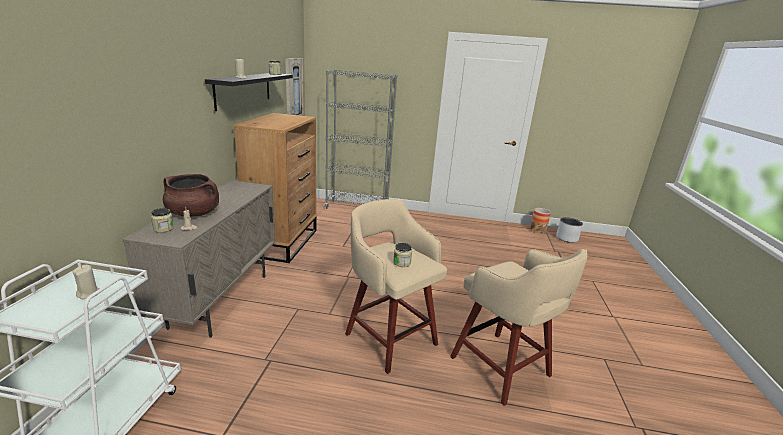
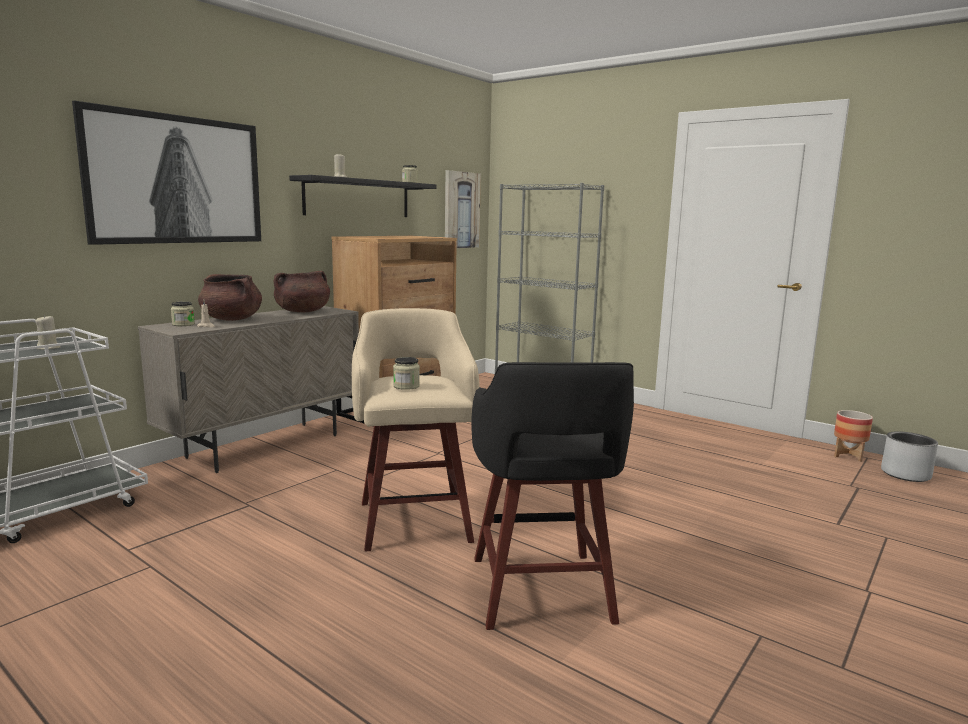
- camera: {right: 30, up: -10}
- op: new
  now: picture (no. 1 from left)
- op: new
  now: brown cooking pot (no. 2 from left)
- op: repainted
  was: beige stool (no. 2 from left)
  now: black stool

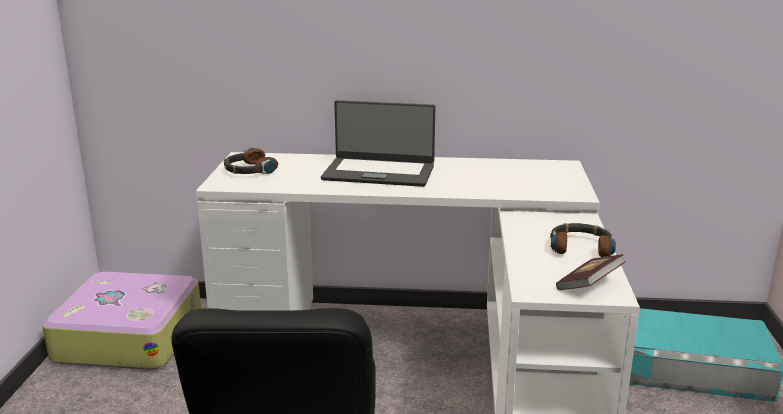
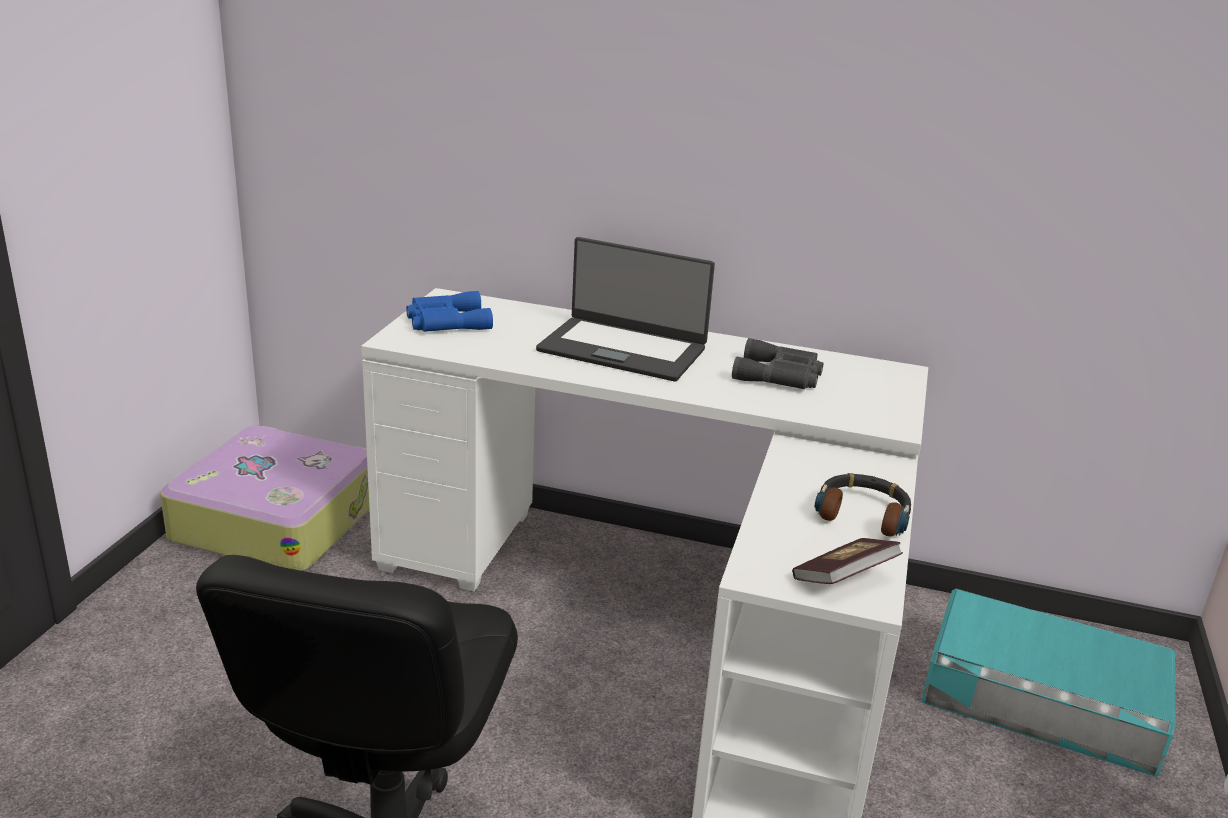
- camera: {right: 10, up: 5}
- op: swapped
  was: headphones (no. 1 from left)
  now: blue binoculars
- op: new
  now: grey binoculars

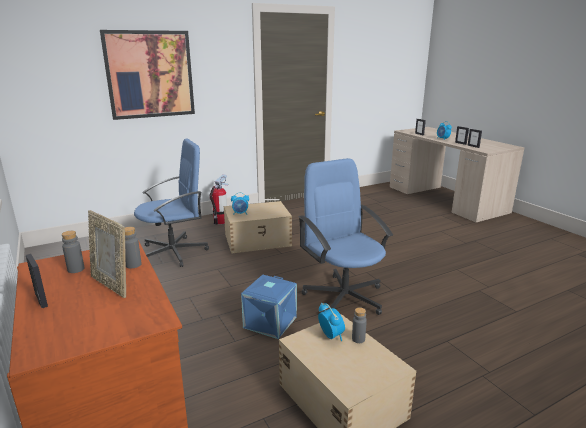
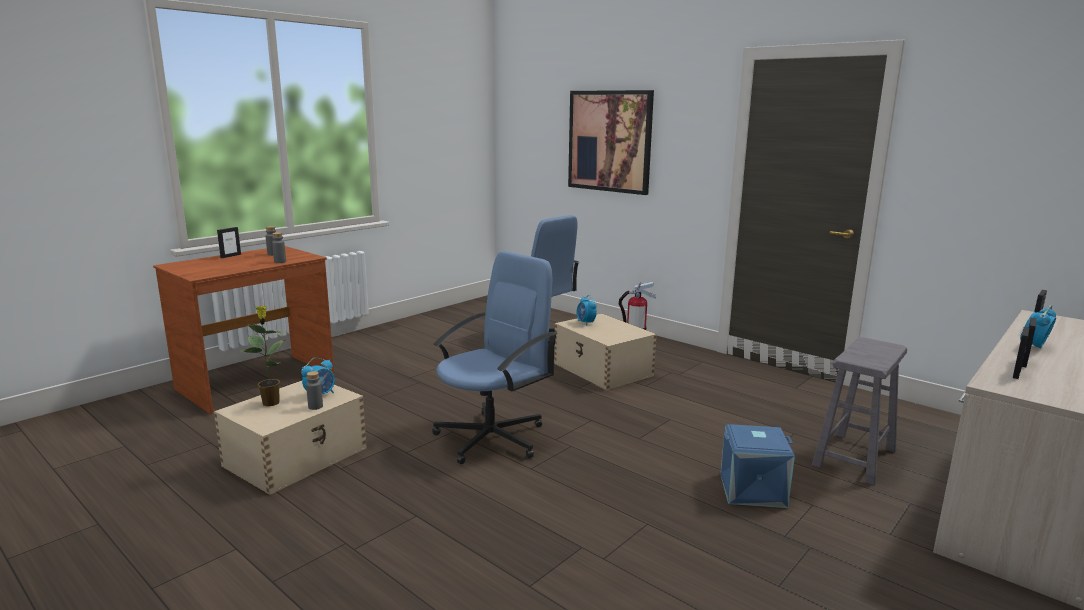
- camera: {right: 70, up: -5}
- op: new
  now: potted plant
- op: shifted
  was: blue storage box
- op: new
  now: grey stool
- op: gone
  was: picture frame (no. 2 from left)

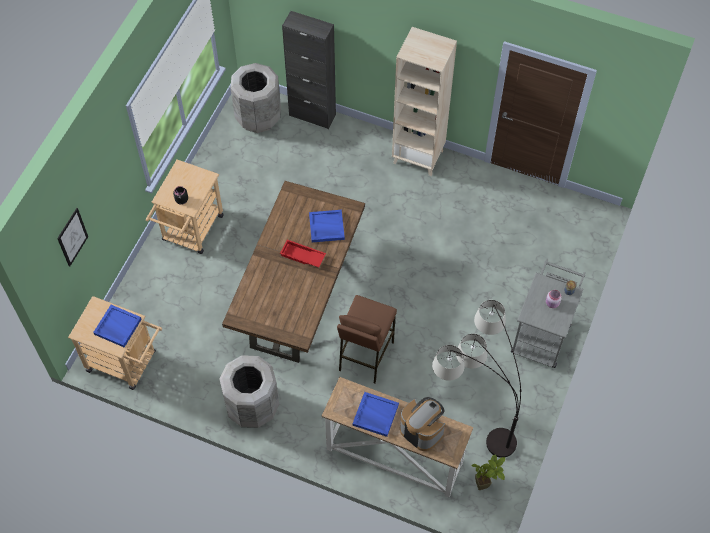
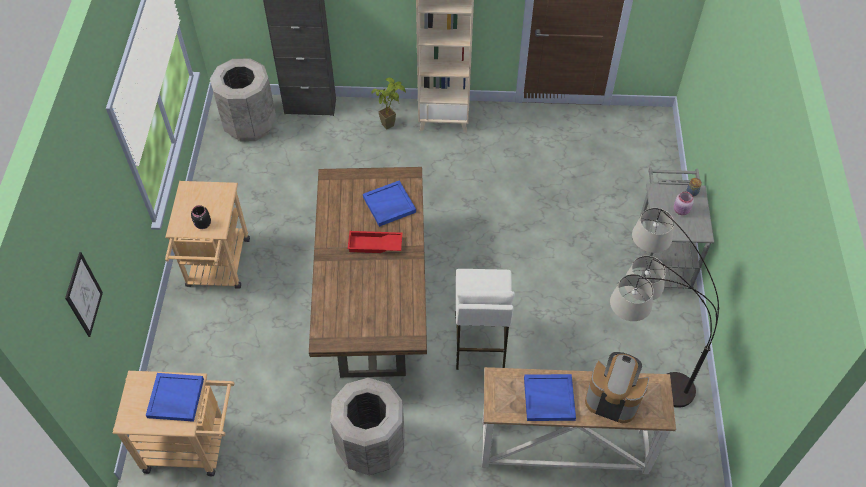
- camera: {right: -20, up: -5}
- op: shifted
  was: potted plant
- op: repainted
  was: brown stool
  now: white stool

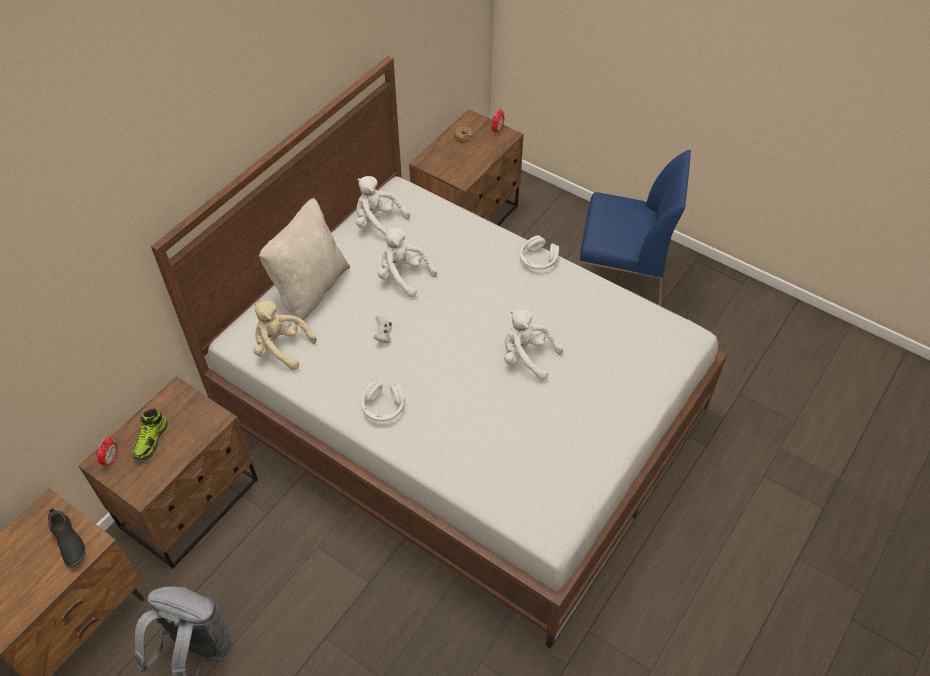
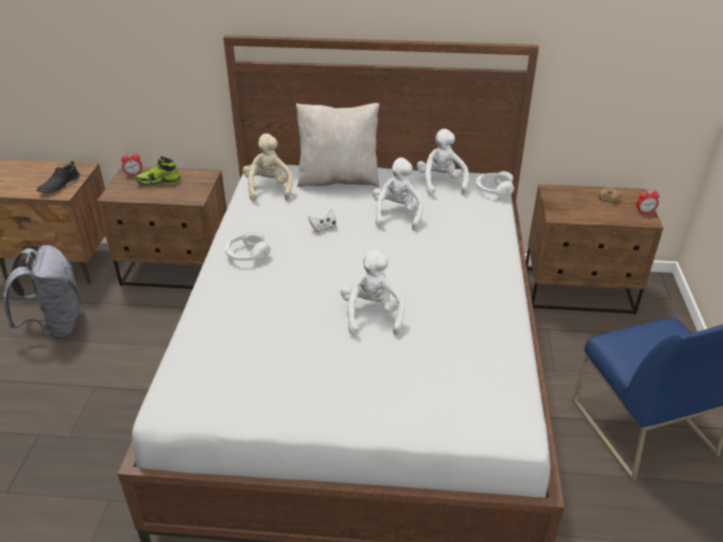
- camera: {right: 60, up: -15}
- op: shifted
  was: white headphones (no. 2 from left)

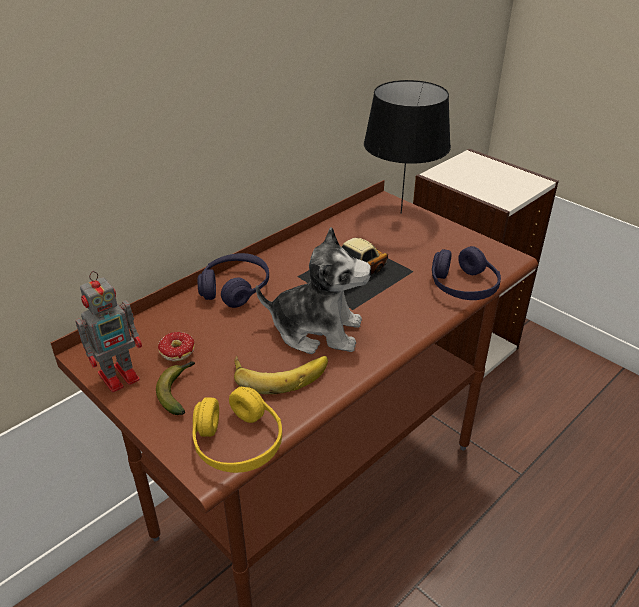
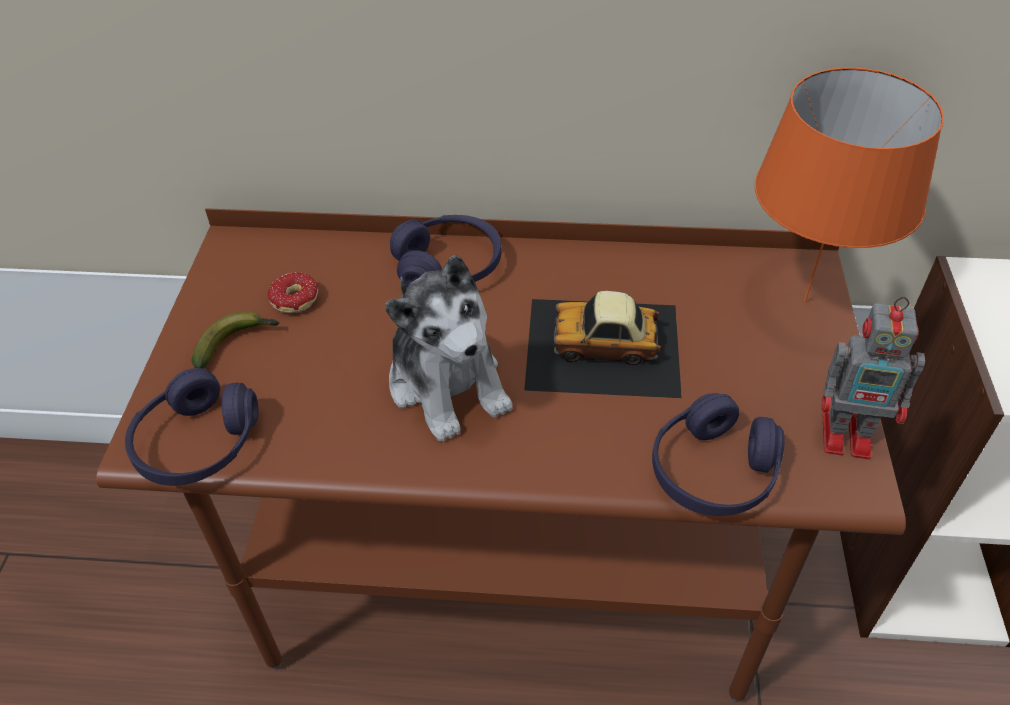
- camera: {right: 50, up: 10}
- op: repainted
  was: yellow headphones
  now: purple headphones (no. 1 from left)
- op: repainted
  was: black table lamp
  now: orange table lamp
- op: shifted
  was: toy robot
- op: gone
  was: banana (no. 2 from left)

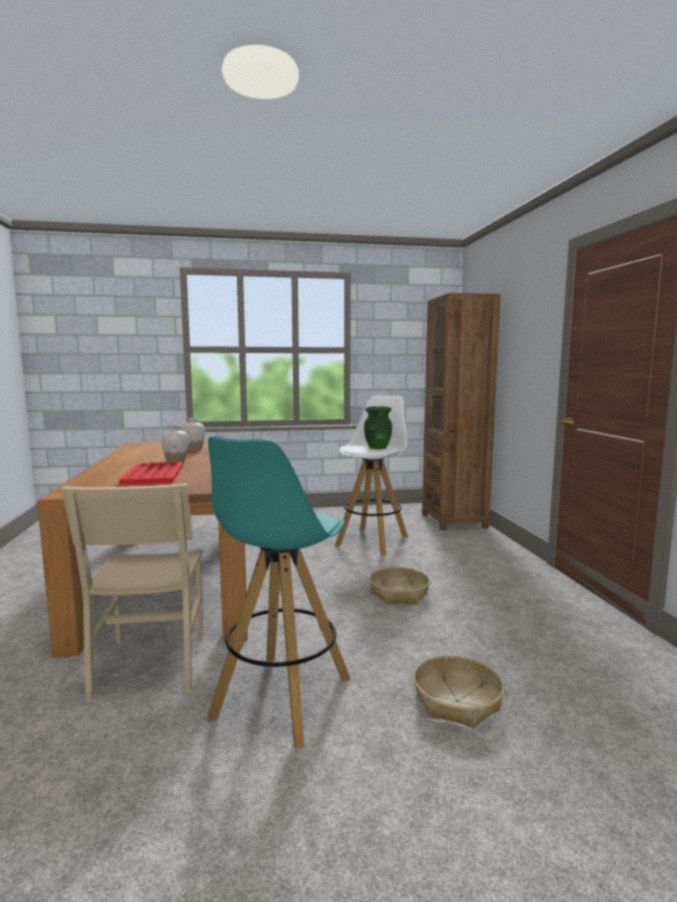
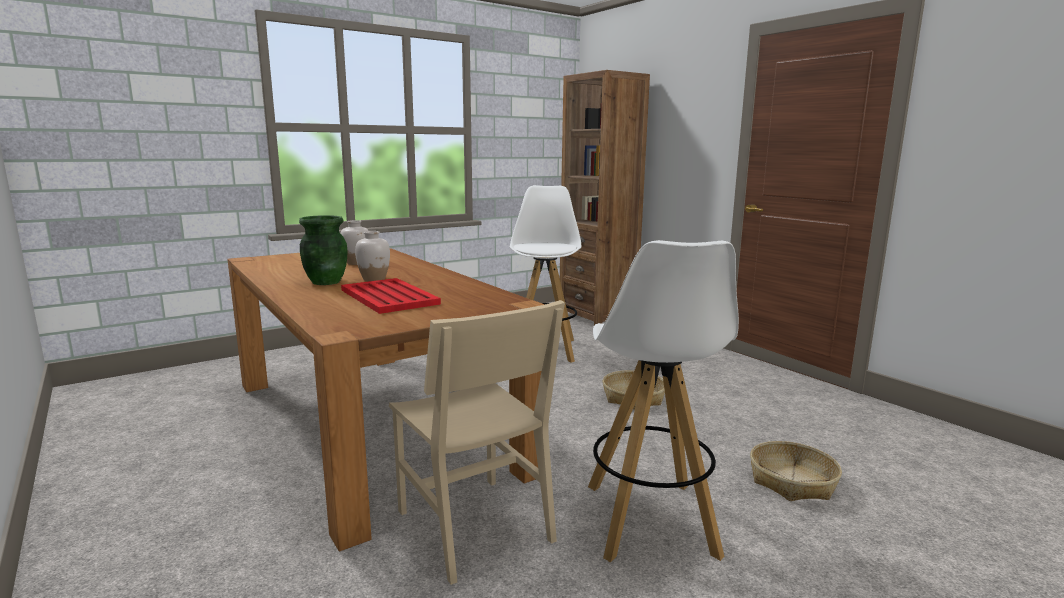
- camera: {right: -25, up: 5}
- op: shifted
  was: green vase
- op: repainted
  was: turquoise stool
  now: white stool (no. 2 from left)

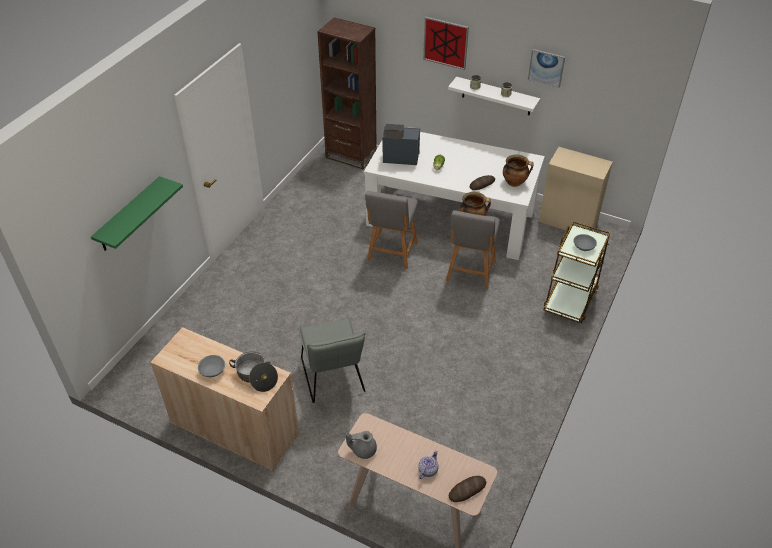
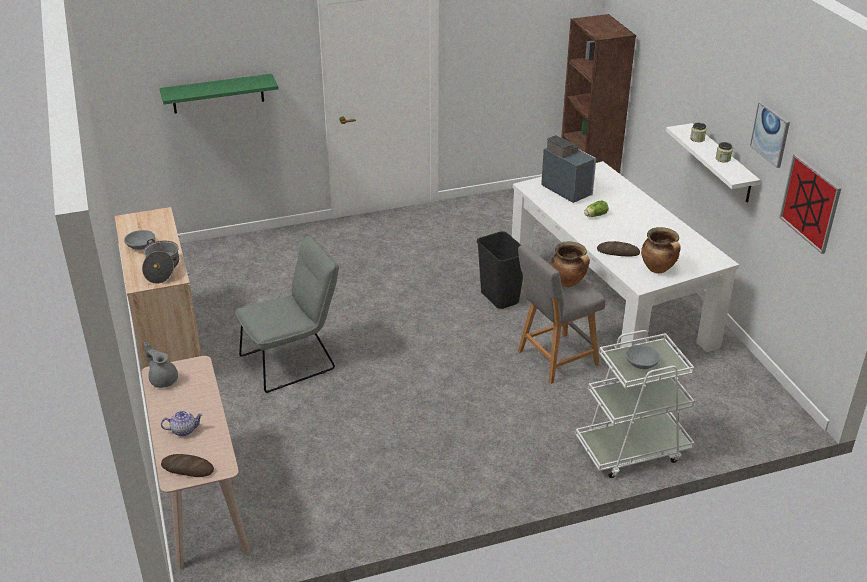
- camera: {right: 45, up: -10}
- op: rotated
  was: grey chair
  clockwise: -150
- op: swapped
  was: grey stool (no. 1 from left)
  now: black trash can
- op: repainted
  was: brown cart
  now: white cart
- op: shifted
  was: picture (no. 1 from left in the first image)
  now: picture (no. 2 from left)
- op: gone
  was: beige cabinet (no. 2 from left)

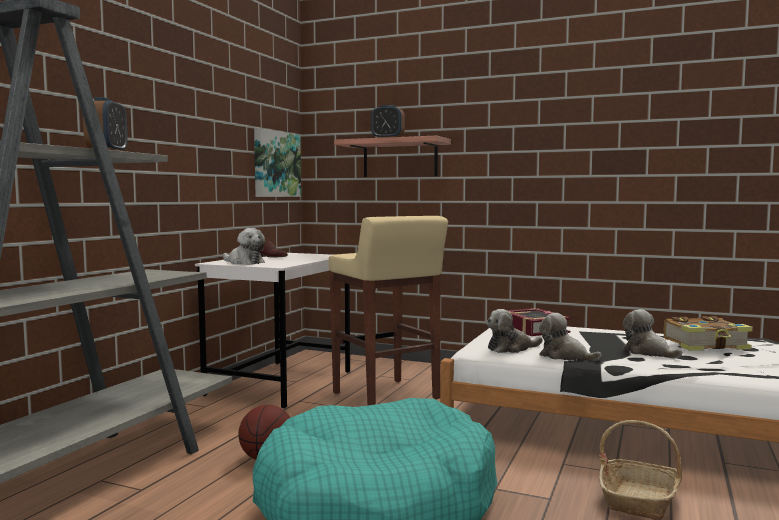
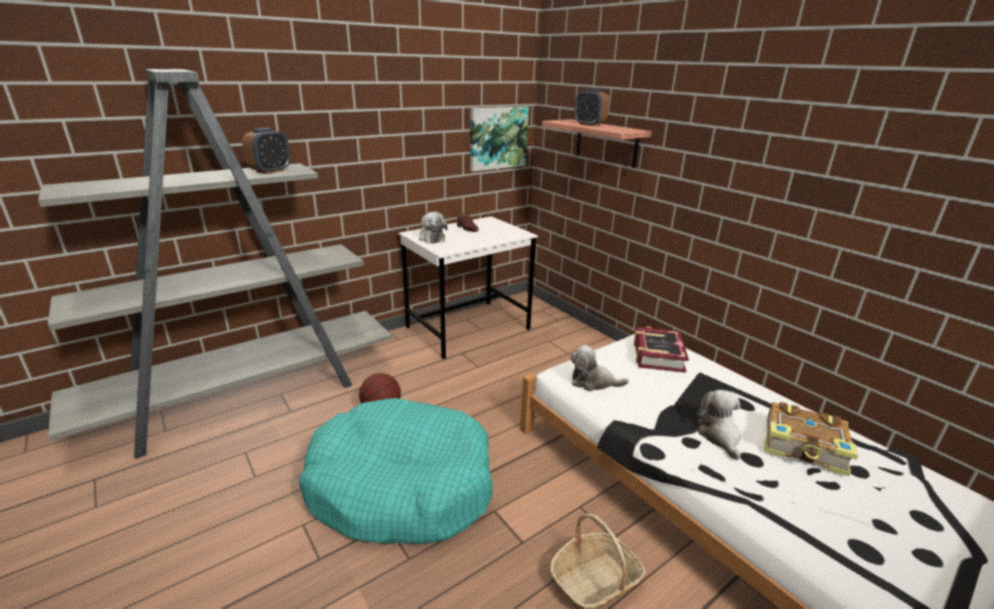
- camera: {right: 30, up: 20}
- op: gone
  was: beige stool
- op: gone
  was: plush toy (no. 3 from left)

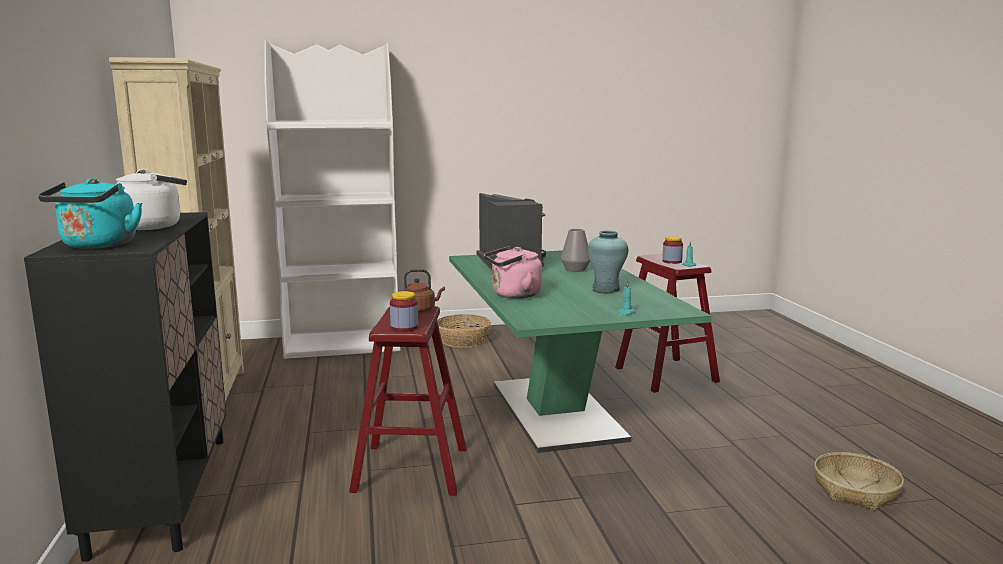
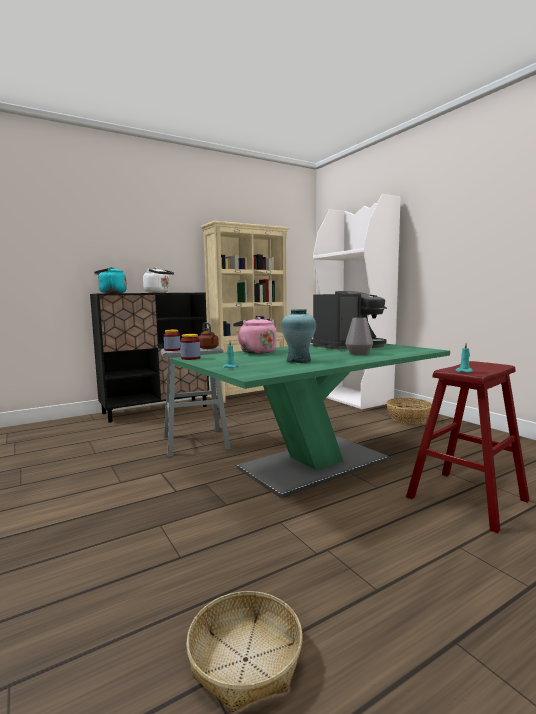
- camera: {right: 70, up: -5}
- op: repainted
  was: red stool (no. 1 from left)
  now: grey stool
- op: shifted
  was: jar (no. 2 from left)

